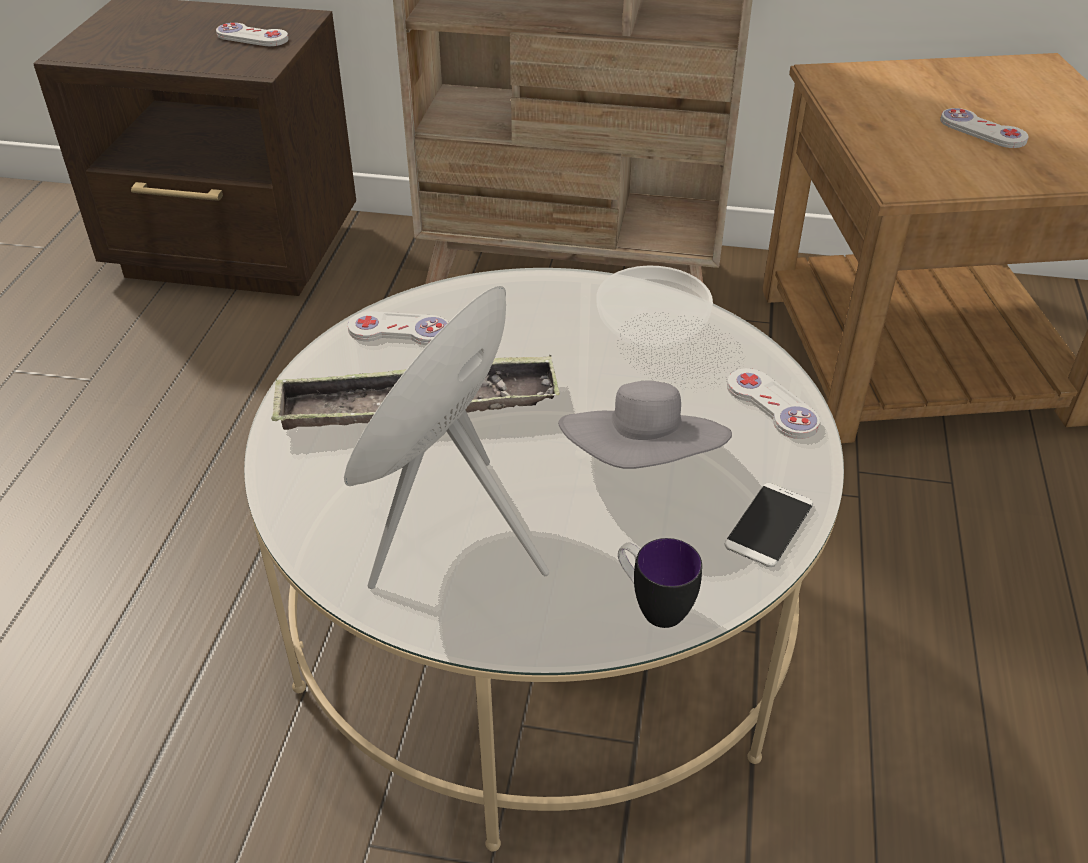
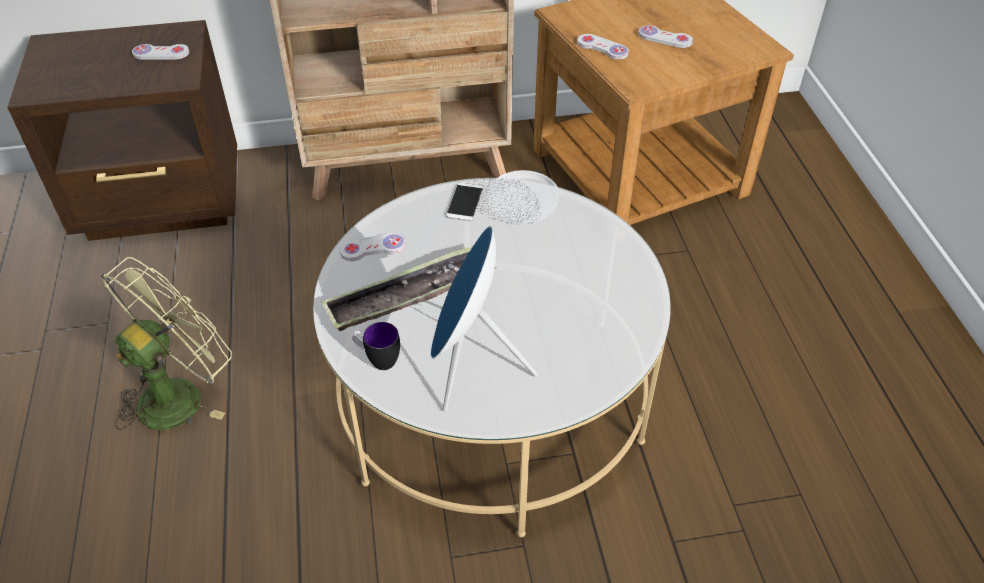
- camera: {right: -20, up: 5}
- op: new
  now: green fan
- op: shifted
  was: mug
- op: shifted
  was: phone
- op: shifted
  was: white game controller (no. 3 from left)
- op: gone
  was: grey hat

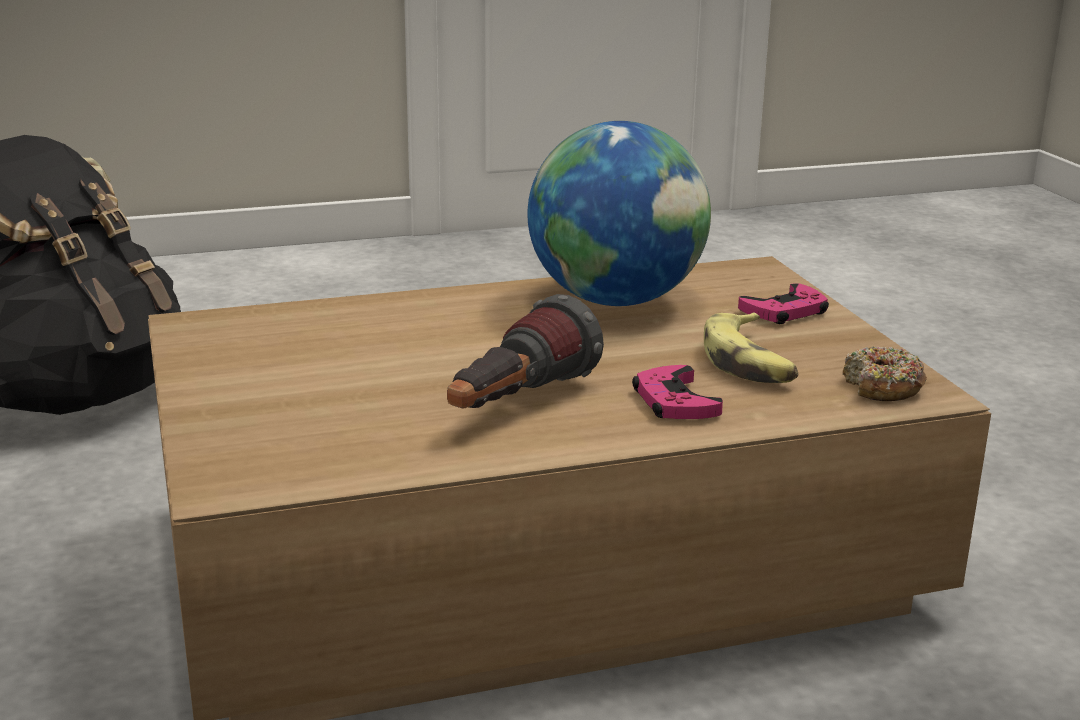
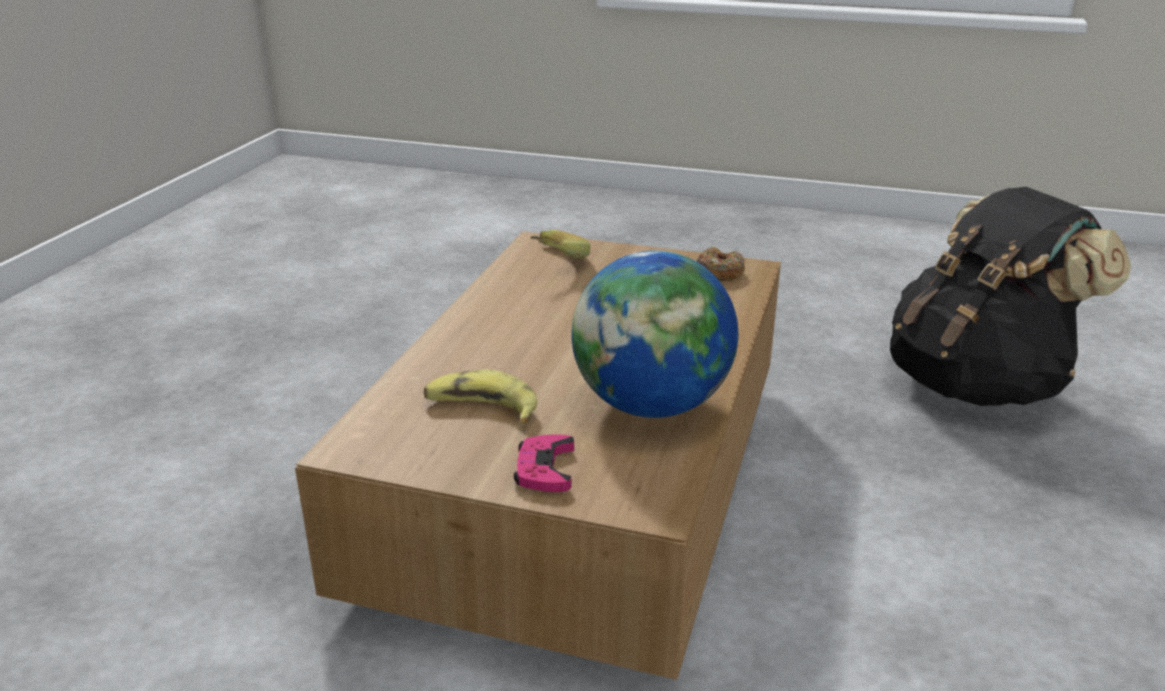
- camera: {right: 125, up: 5}
- op: new
  now: banana (no. 2 from left)
- op: shifted
  was: donut
- op: gone
  was: flashlight
- op: gone
  was: pink game controller (no. 1 from left)

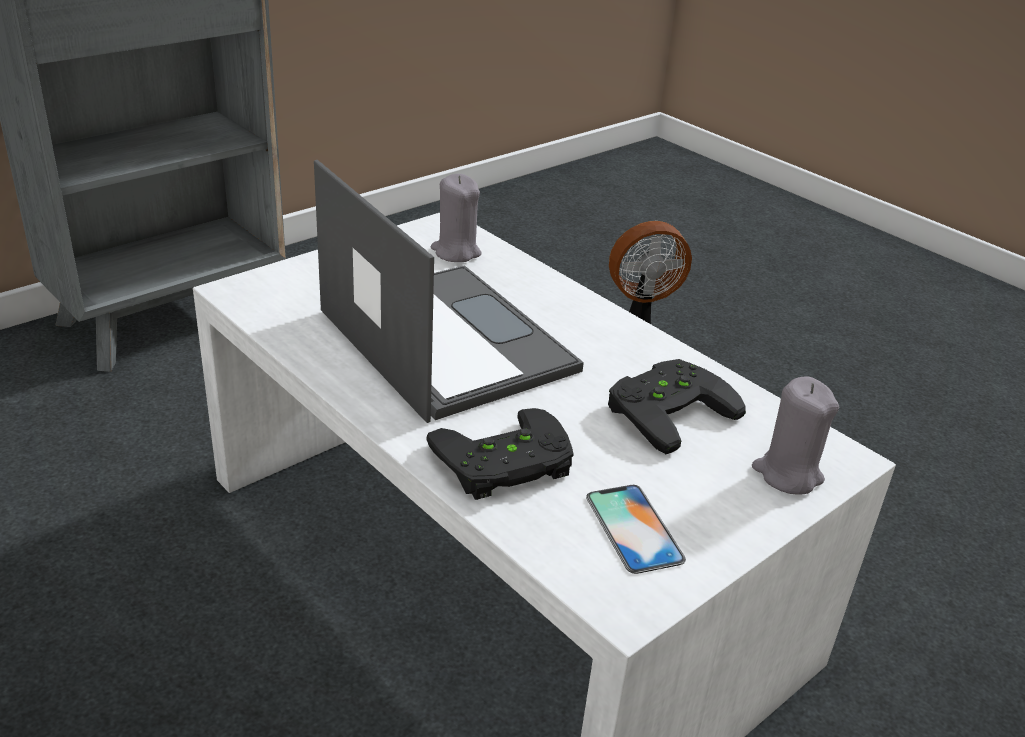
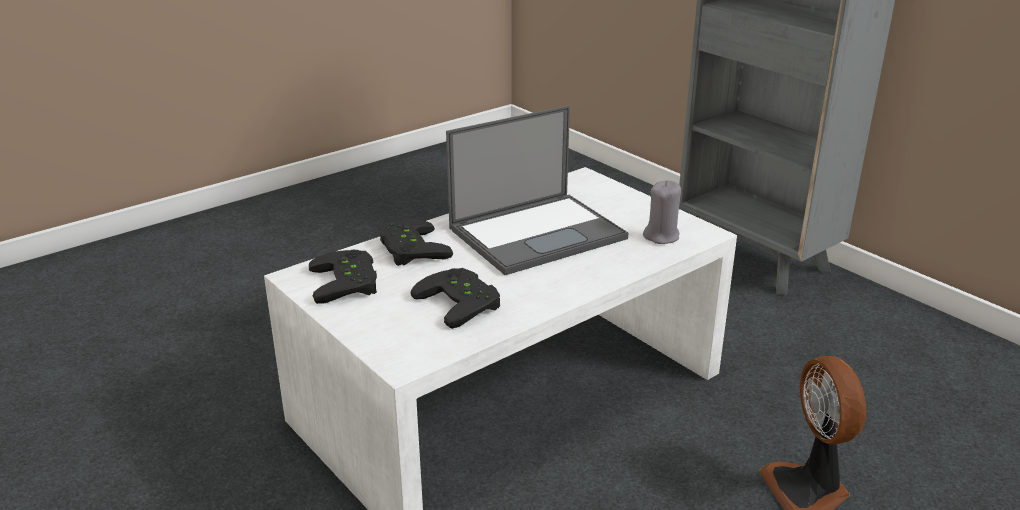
- camera: {right: 95, up: -5}
- op: swapped
  was: phone
  now: black game controller (no. 1 from left)
- op: gone
  was: grey candle (no. 2 from left)

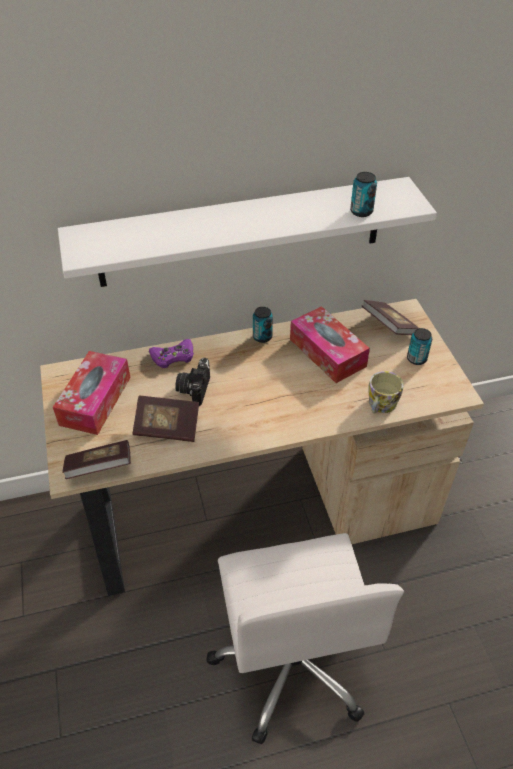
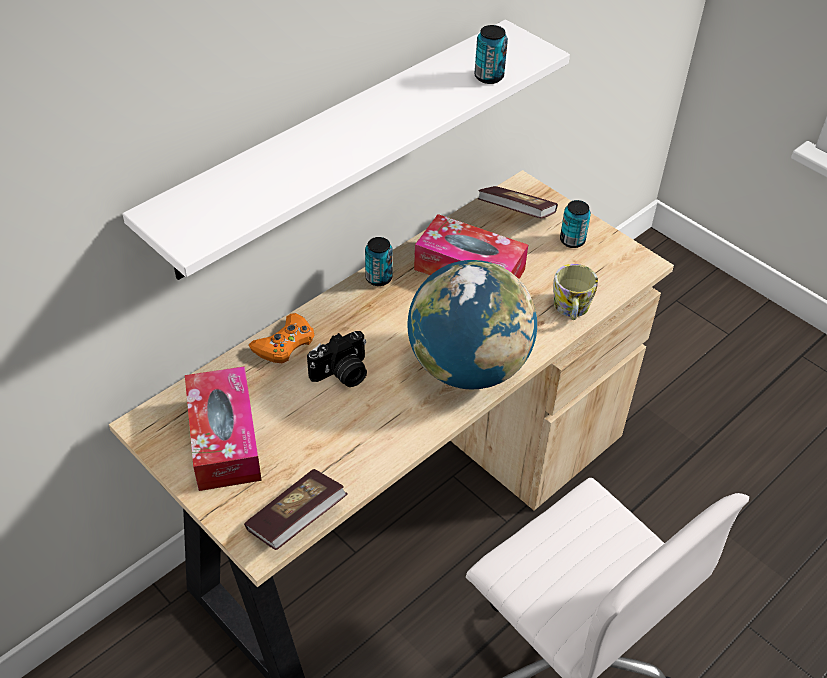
- camera: {right: -30, up: 0}
- op: repainted
  was: purple game controller
  now: orange game controller
- op: rotated
  was: photo camera
  clockwise: -105
- op: new
  now: globe
- op: gone
  was: book (no. 2 from left)

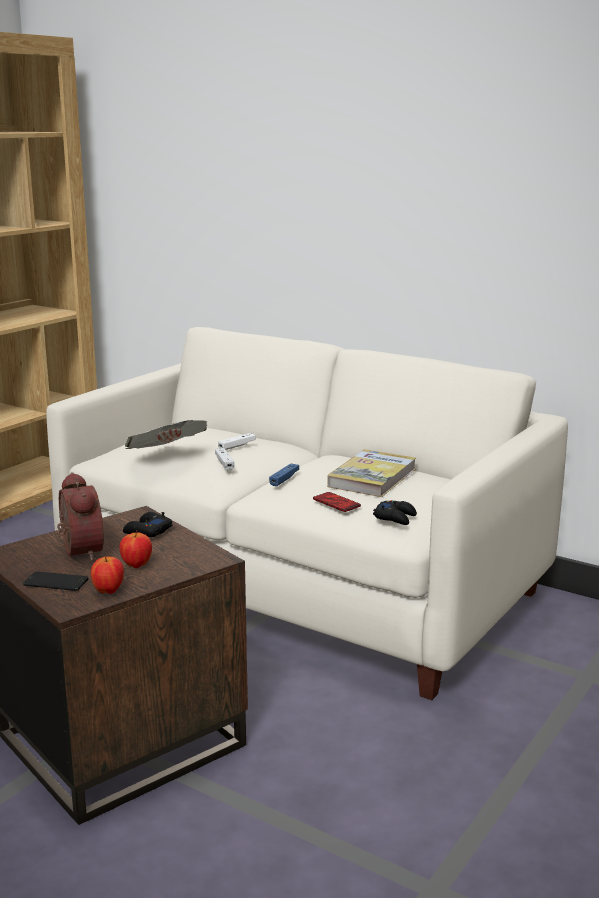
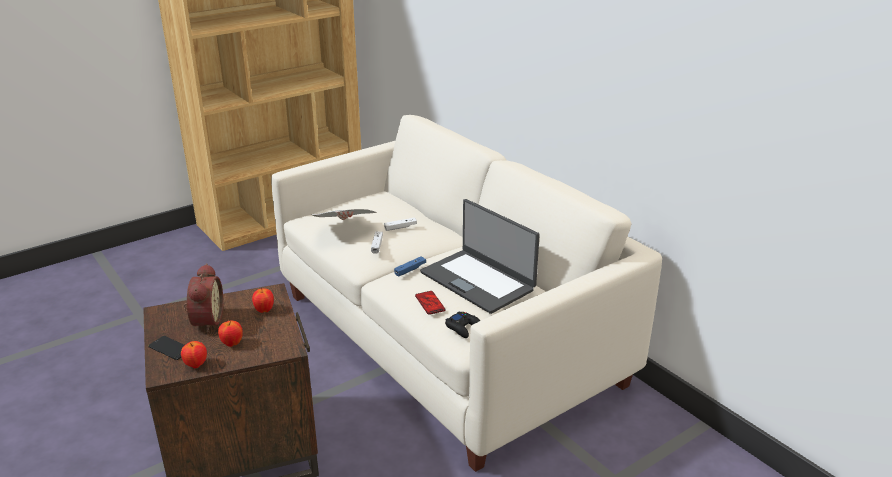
- camera: {right: 20, up: 10}
- op: swapped
  was: black game controller (no. 1 from left)
  now: apple (no. 3 from left)
- op: swapped
  was: book
  now: laptop

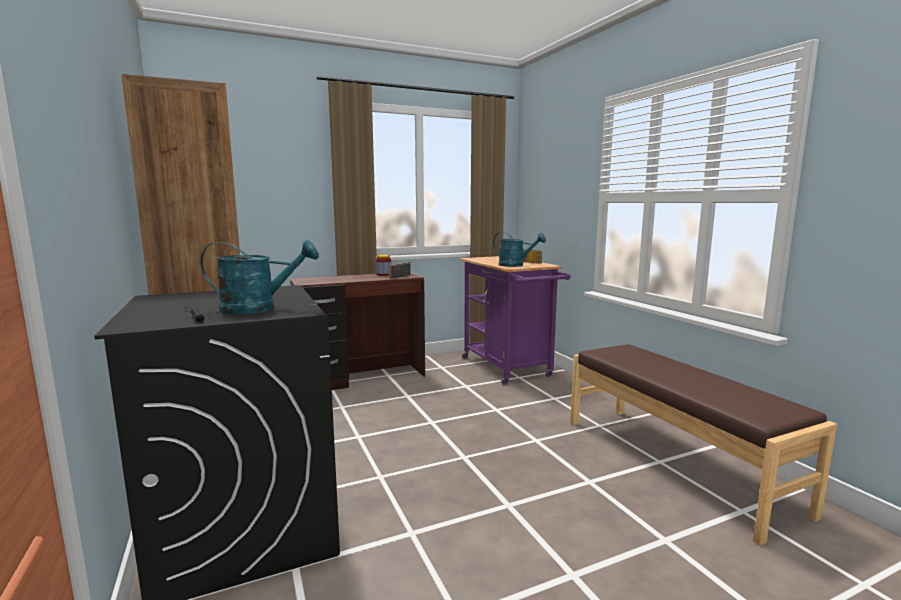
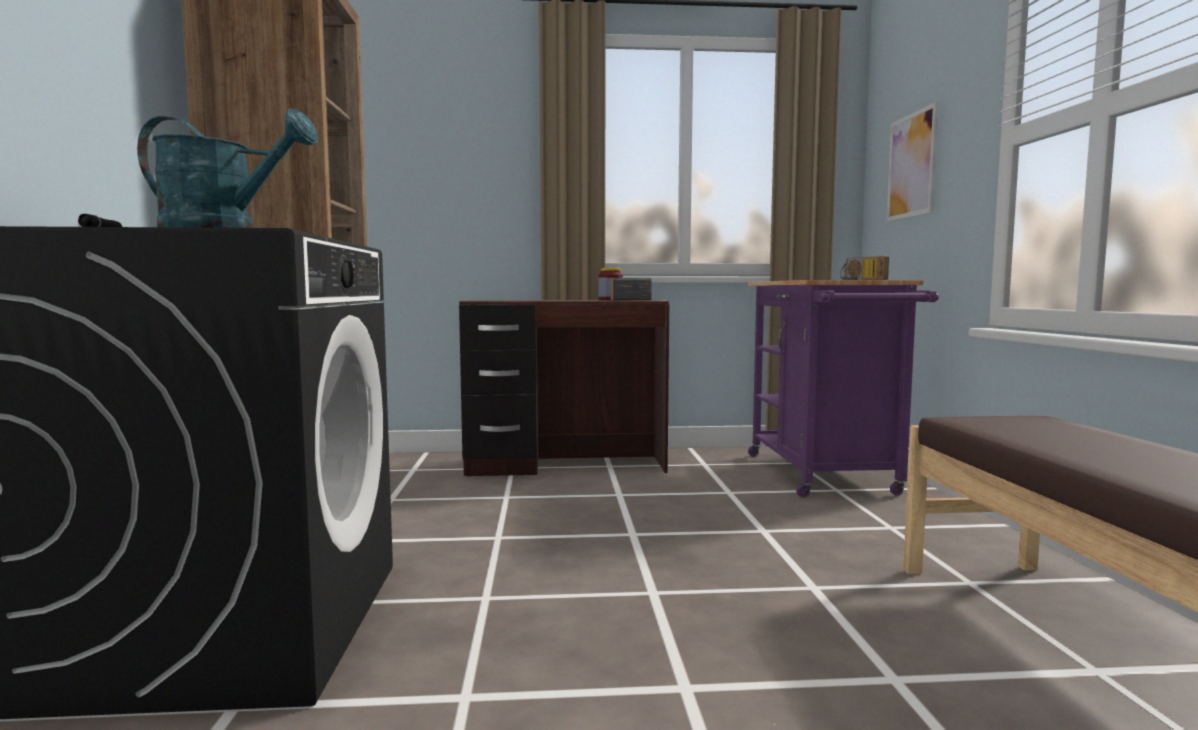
- camera: {right: 20, up: -5}
- op: new
  now: picture
- op: gone
  was: turquoise watering can (no. 2 from left)

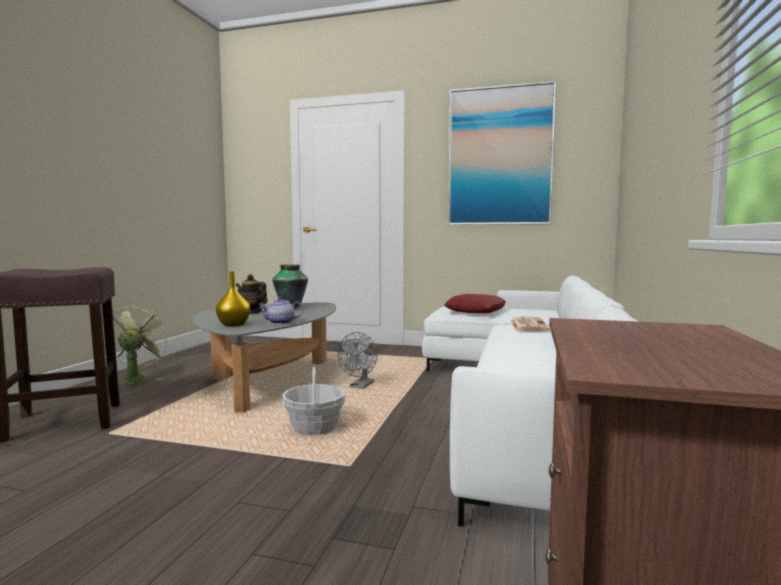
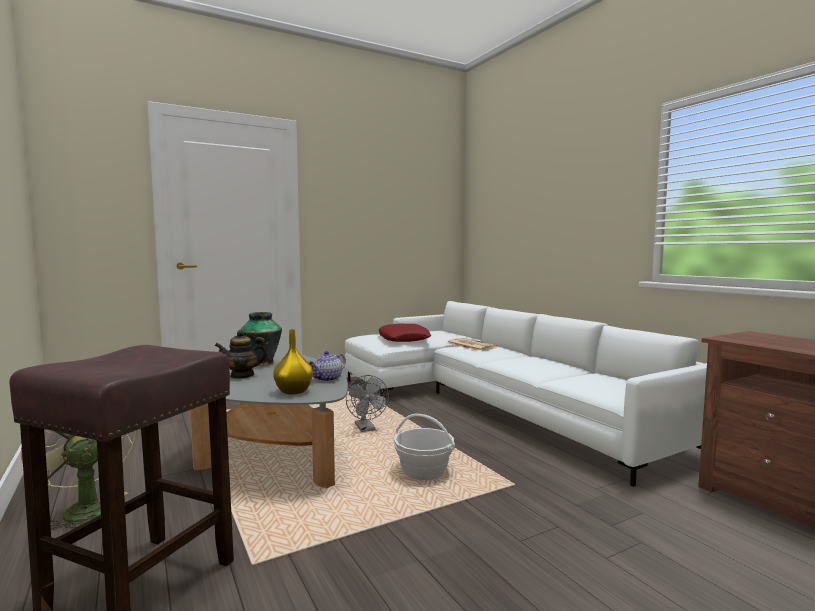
- camera: {right: -45, up: 0}
- op: gone
  was: picture

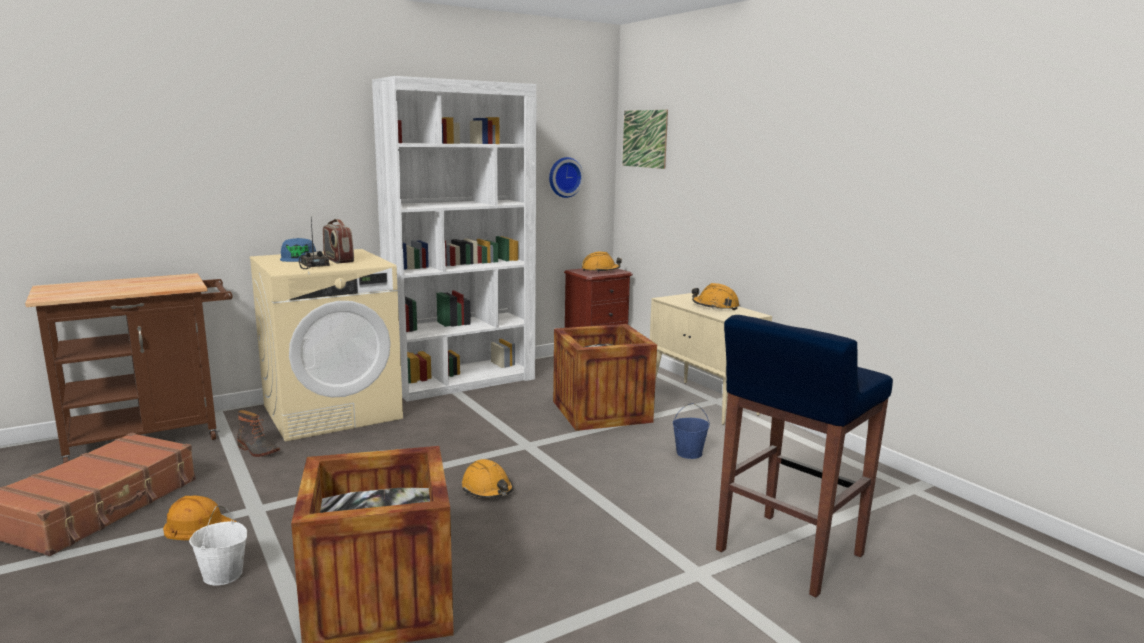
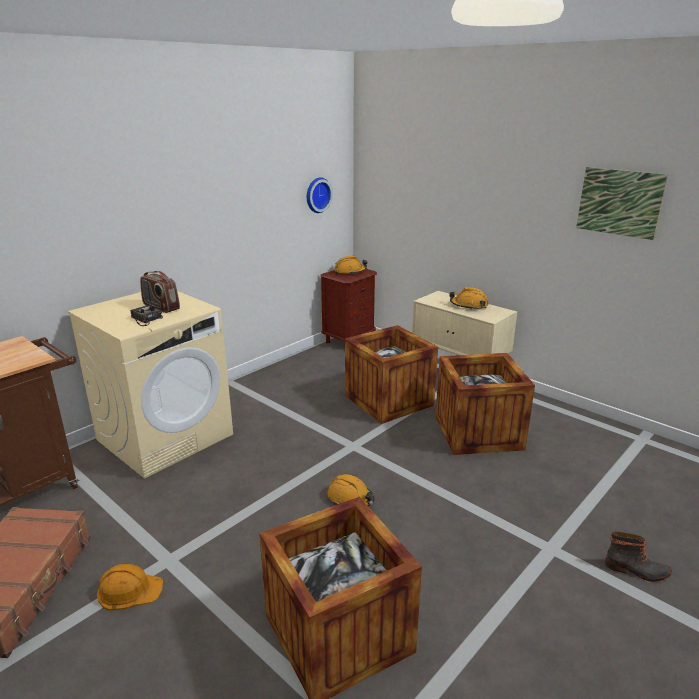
- camera: {right: -15, up: 10}
- op: swapped
  was: blue bucket
  now: crate (no. 3 from left)
- op: shifted
  was: picture
- op: shifted
  was: boot
- op: gone
  was: white bucket
- op: gone
  was: blue cap
- op: gone
  was: white bookcase
- op: gone
  was: blue stool

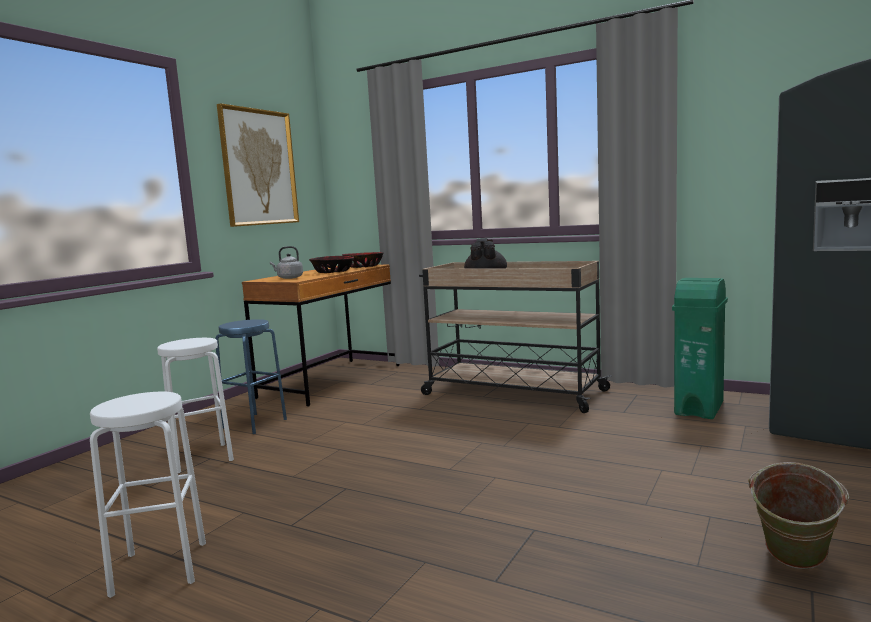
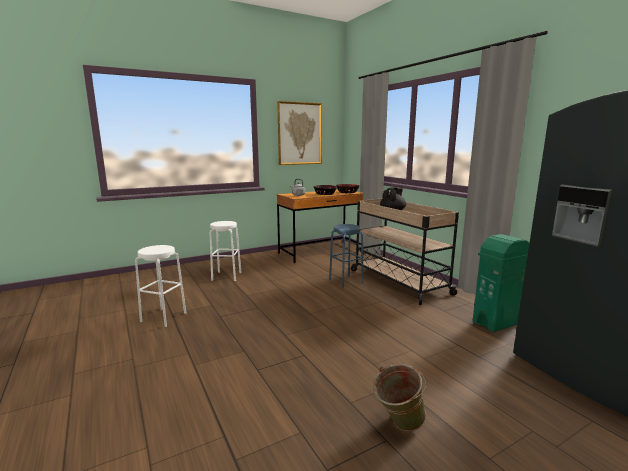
- camera: {right: 30, up: 5}
- op: shifted
  was: blue stool

